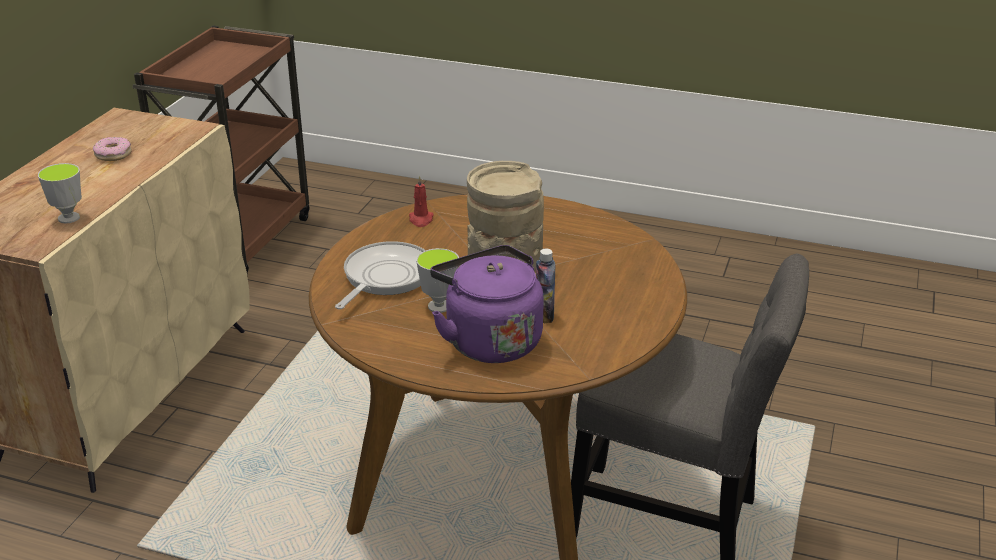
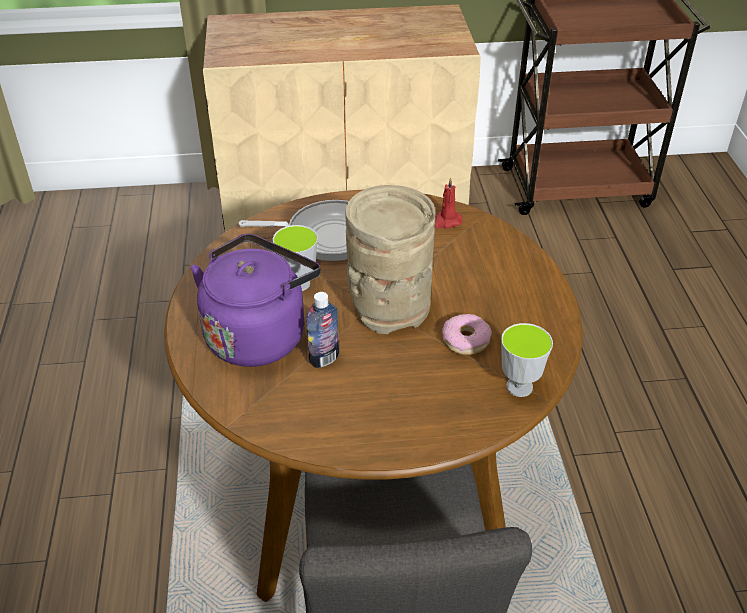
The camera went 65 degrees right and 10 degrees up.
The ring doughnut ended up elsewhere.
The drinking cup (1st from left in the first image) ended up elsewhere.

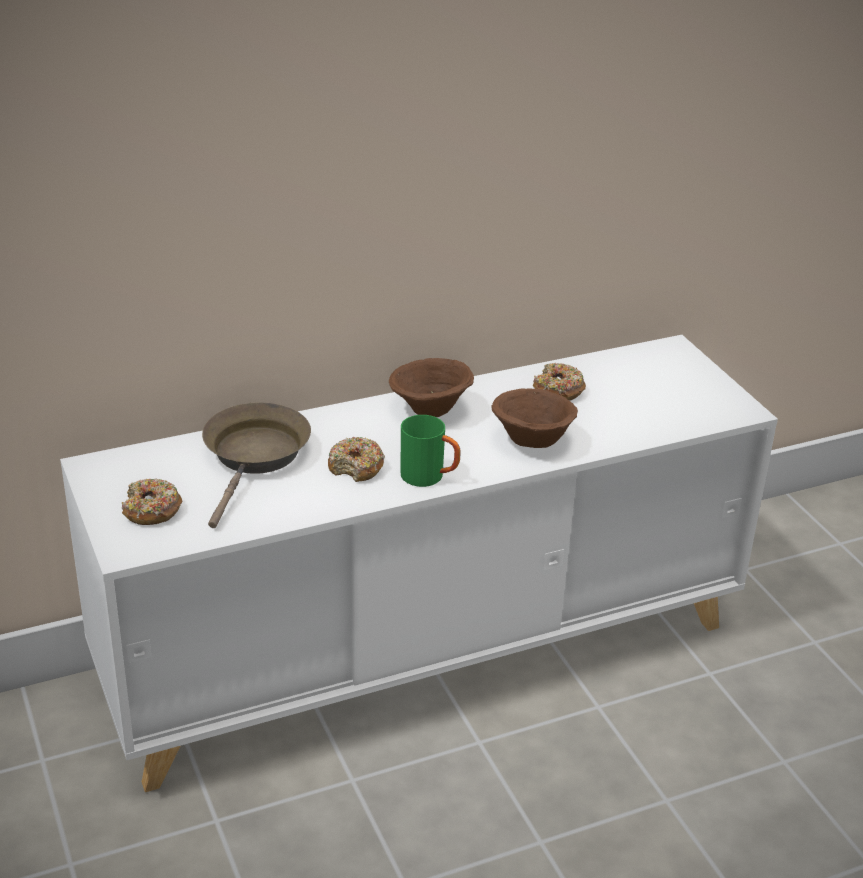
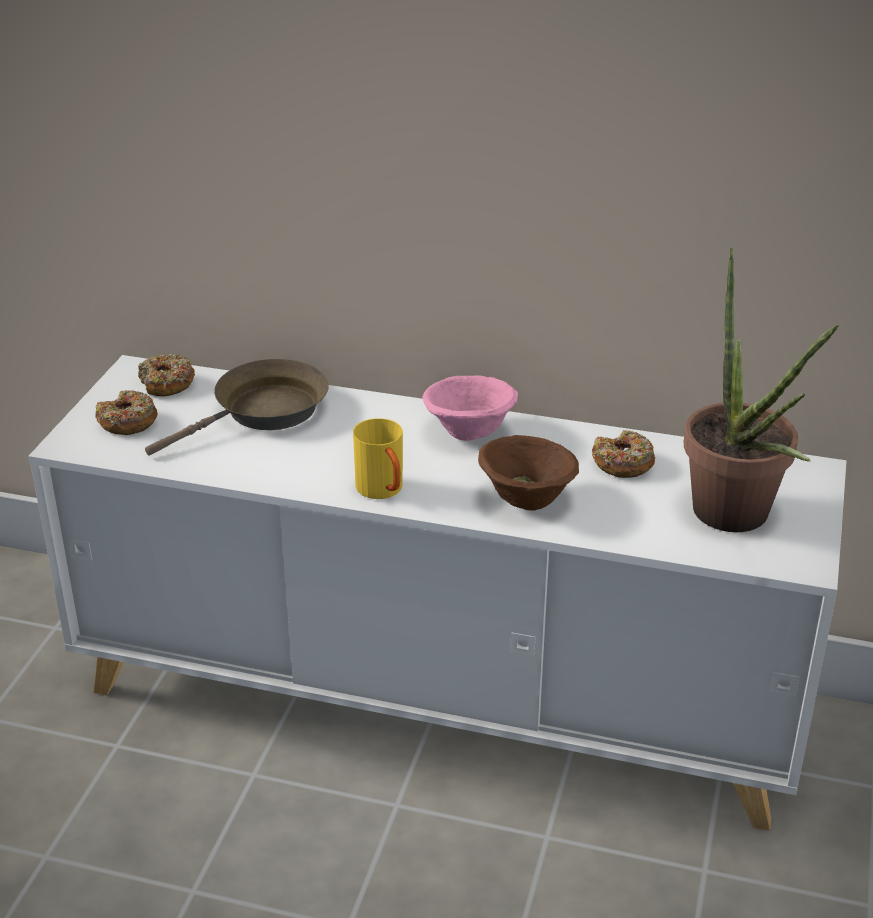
The camera went 40 degrees right and 0 degrees up.
What was the bowl (brown-coloured) (1st from left) turned into the bowl (pinkish).
What was the coffee mug (green) turned into the coffee mug (yellow-coloured).
The ring doughnut (2nd from left) ended up elsewhere.
The second view gained the plant in a pot.

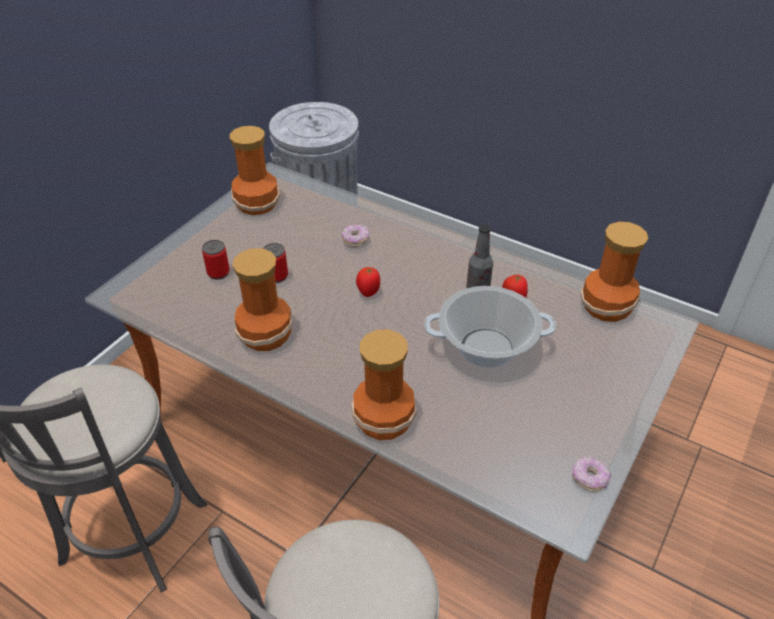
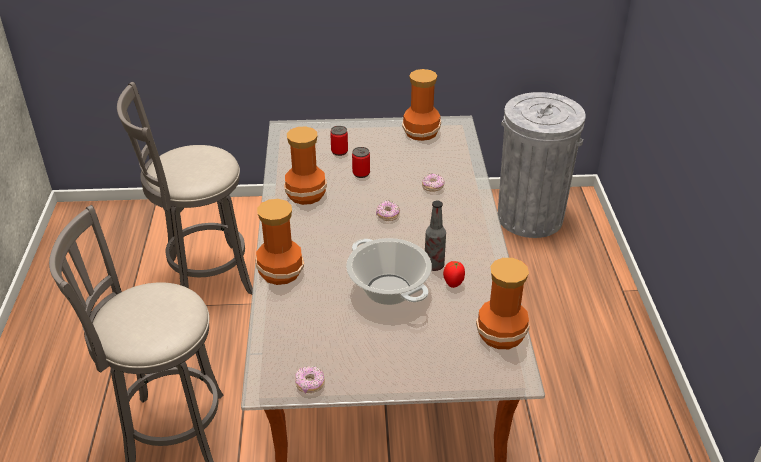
The camera went 55 degrees right and 5 degrees down.
Where the fresh tomato (1st from left) stood, the ring doughnut (2nd from left) came to stand.

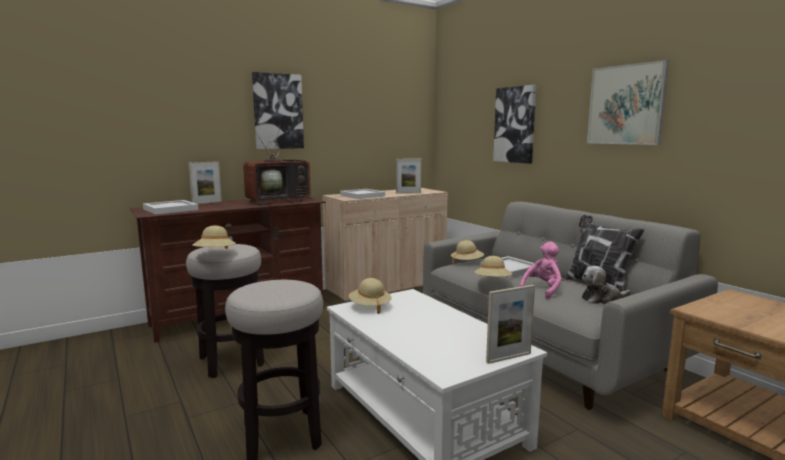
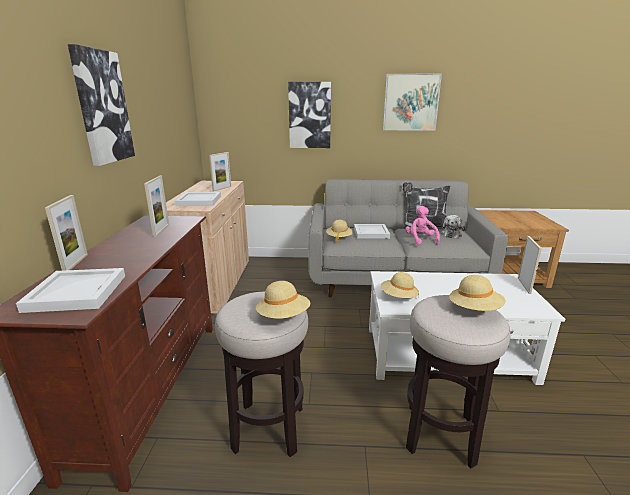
The camera went 55 degrees left and 10 degrees up.
Where the television stood, the photo frame (2nd from left) came to stand.
The hat (beige) (4th from left) ended up elsewhere.

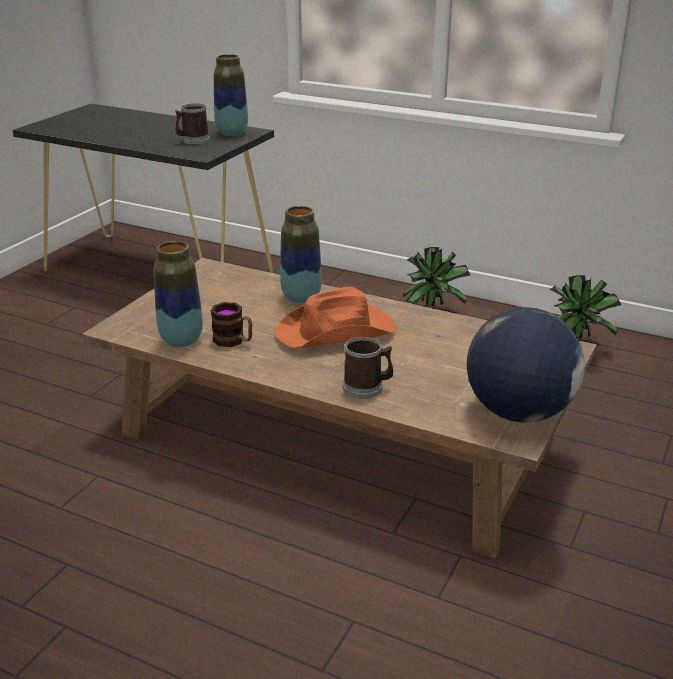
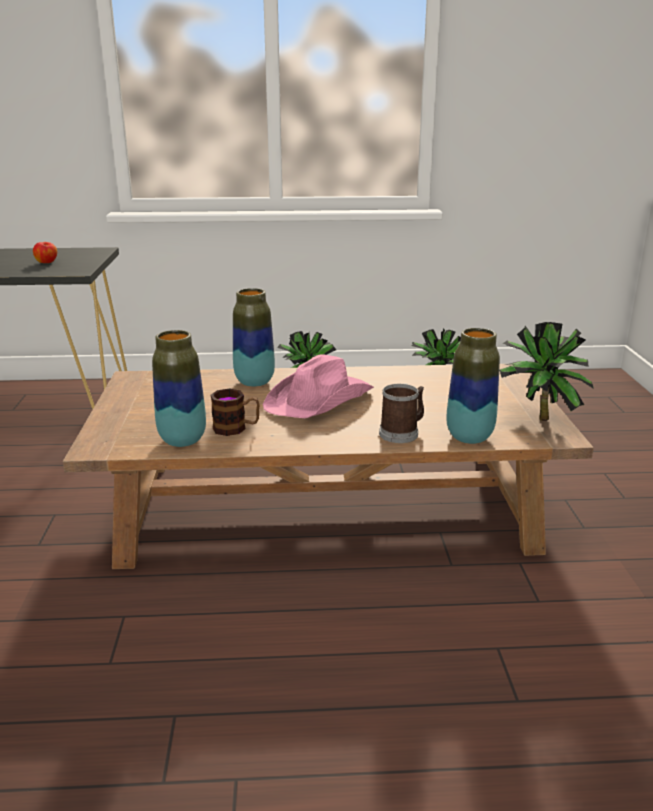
The camera went 30 degrees left and 5 degrees down.
The decorative vase (2nd from left in the first image) ended up elsewhere.
Where the coffee mug (1st from left) stood, the apple came to stand.
What was the hat (orangey) turned into the hat (pinkish).
Where the world globe stood, the plant in a pot (3rd from left) came to stand.

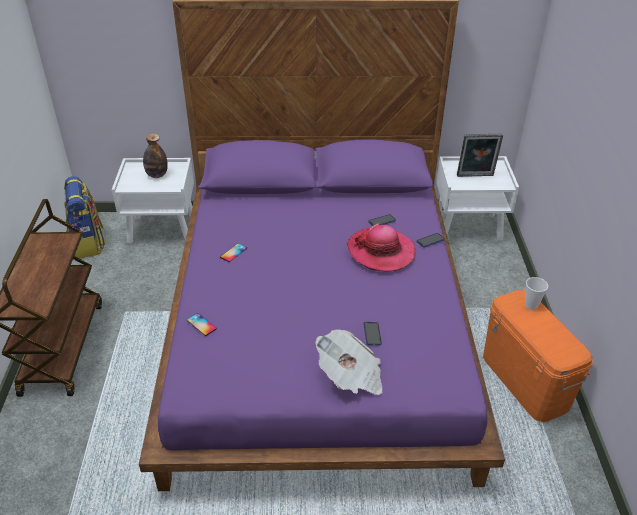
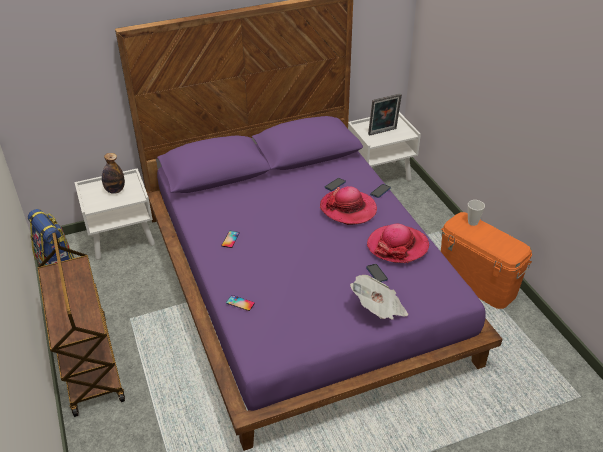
The camera went 20 degrees left and 0 degrees up.
The second view gained the hat (2nd from left).

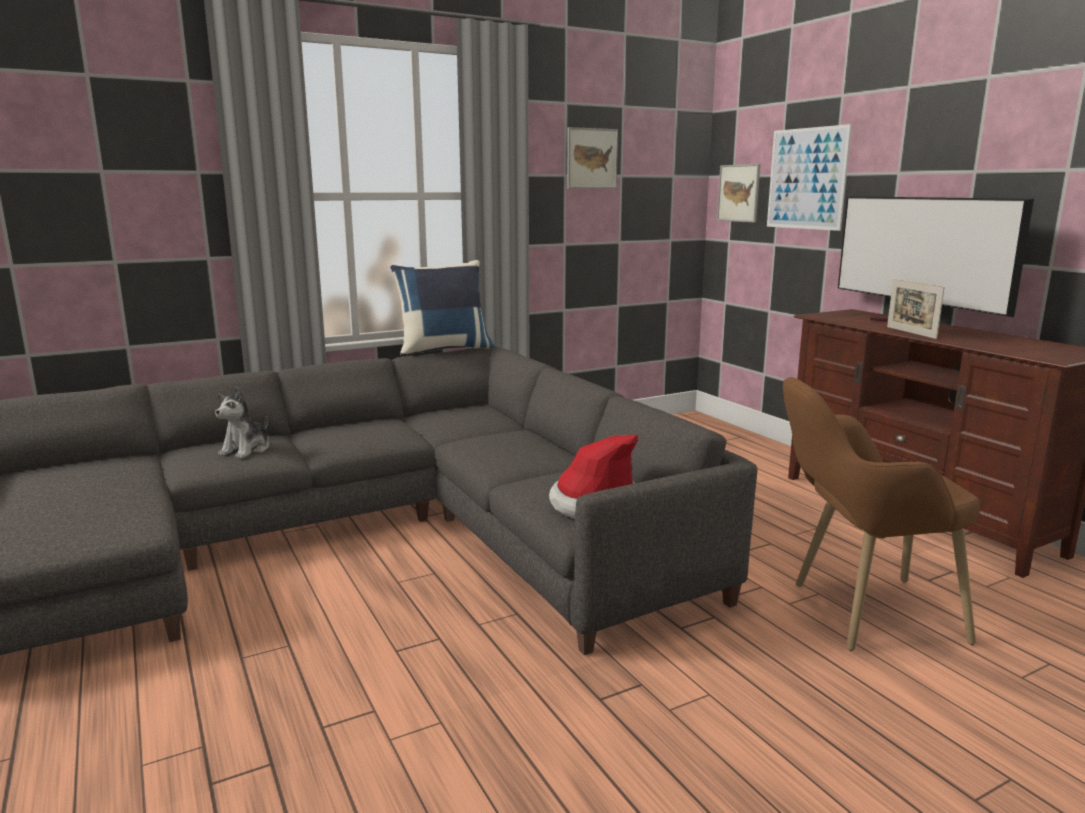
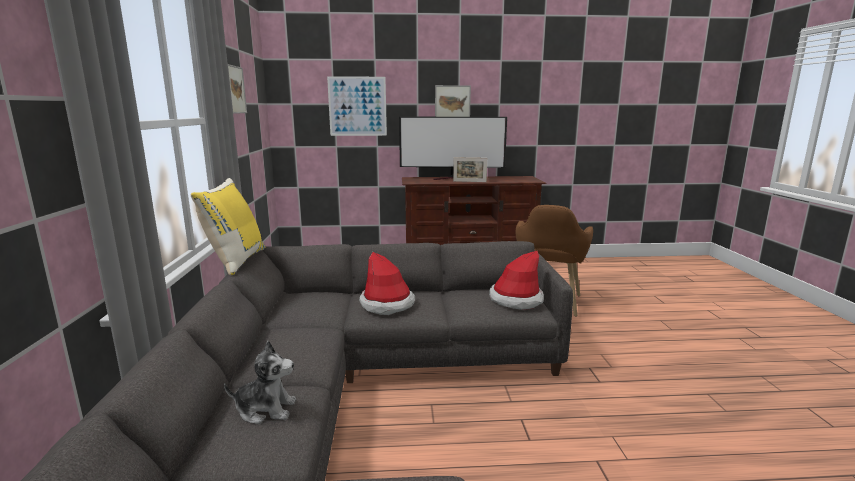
The camera went 65 degrees left and 0 degrees up.
The picture (2nd from left in the first image) ended up elsewhere.
What was the cushion (blue-coloured) turned into the cushion (yellow-coloured).
The plush toy ended up facing another way, 45 degrees counterclockwise from before.
The second view gained the hat (1st from left).

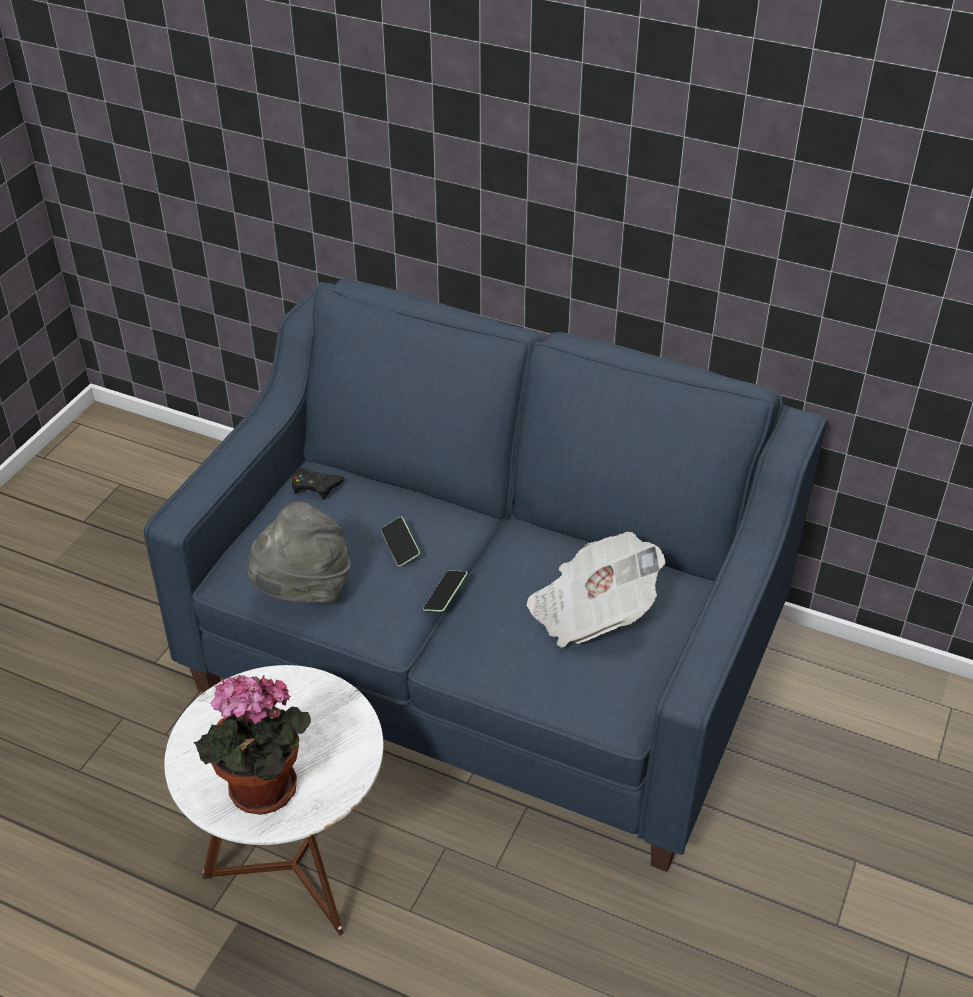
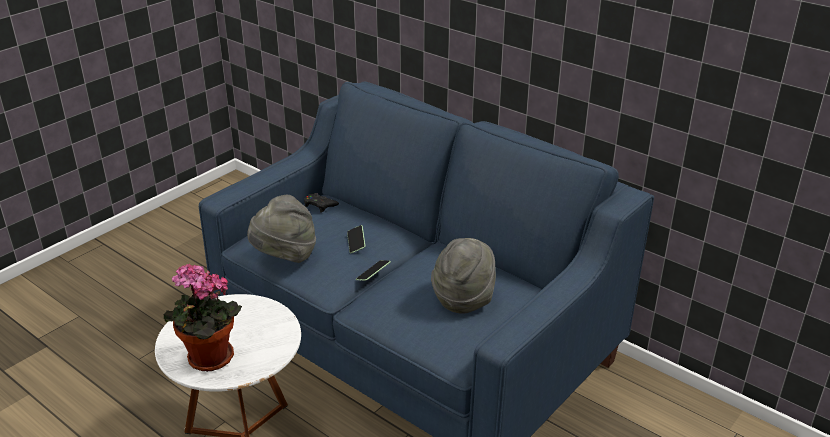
The camera went 15 degrees right and 10 degrees down.
Where the printed paper stood, the hat (gray) (2nd from left) came to stand.

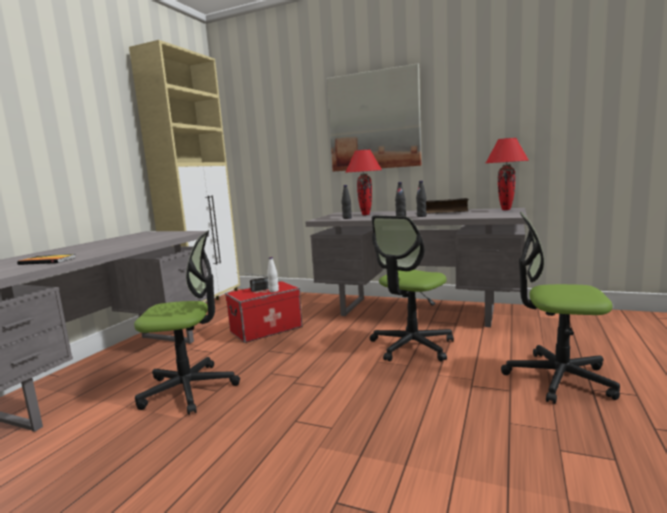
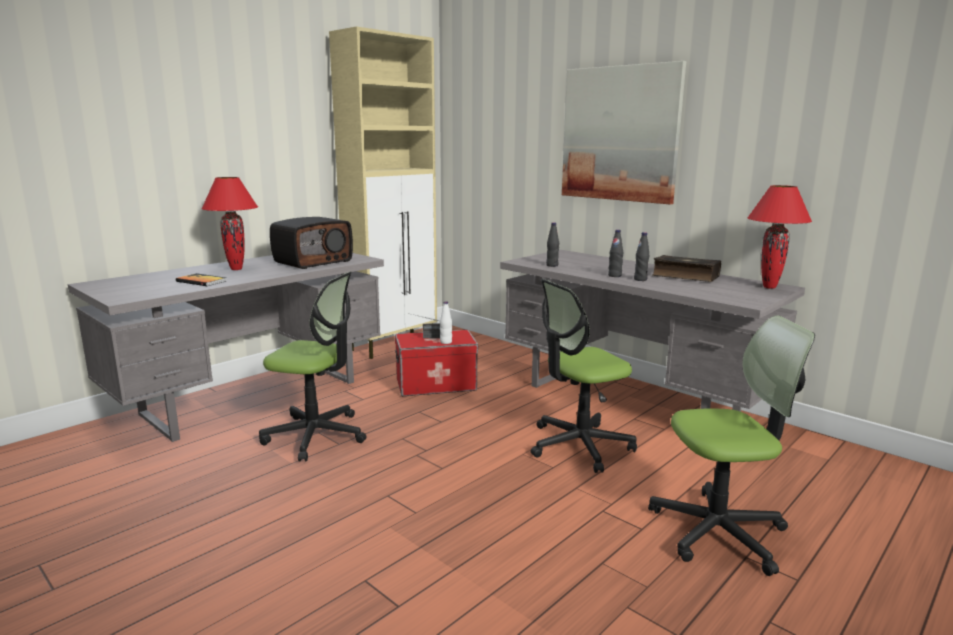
The camera went 20 degrees right and 5 degrees up.
The tabletop lamp (red-coloured) (1st from left) ended up elsewhere.
The desk chair (3rd from left) ended up facing another way, 135 degrees clockwise from before.
The second view gained the radio receiver (1st from left).

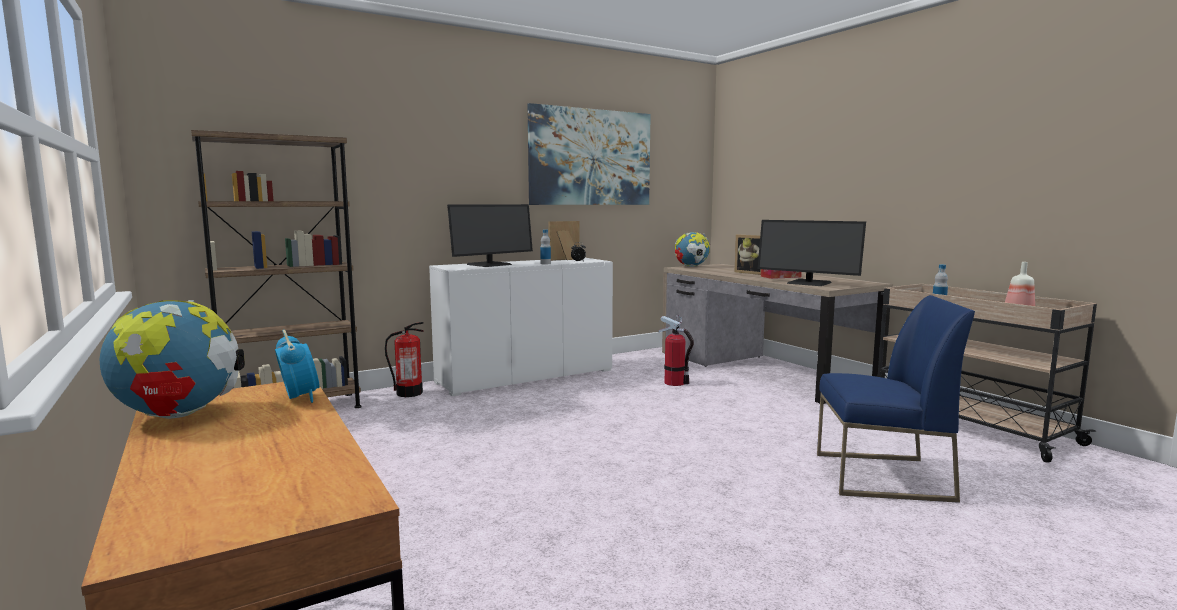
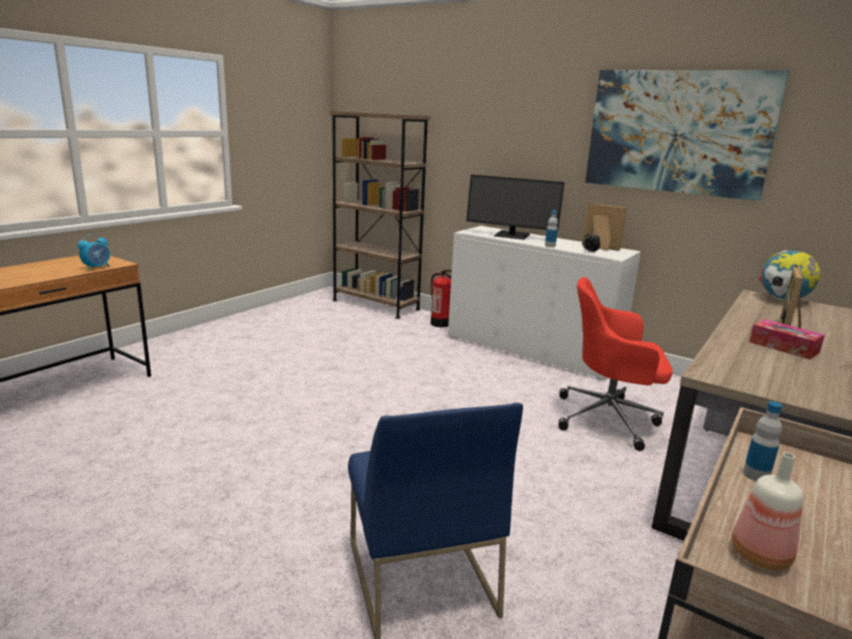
The camera went 65 degrees right and 10 degrees up.
The second view lost the monitor (2nd from left).
The second view lost the world globe (1st from left).
Where the extinguisher (2nd from left) stood, the desk chair (red-coloured) came to stand.

